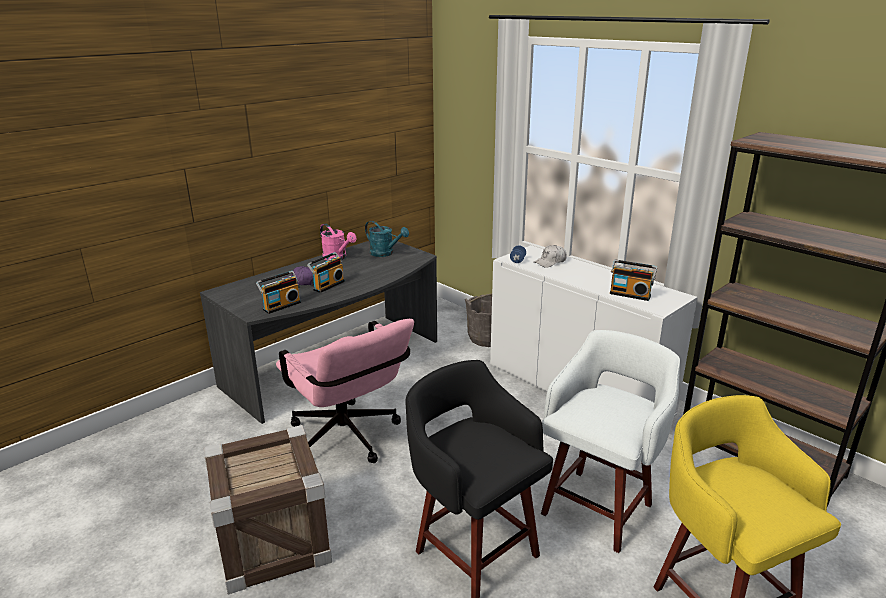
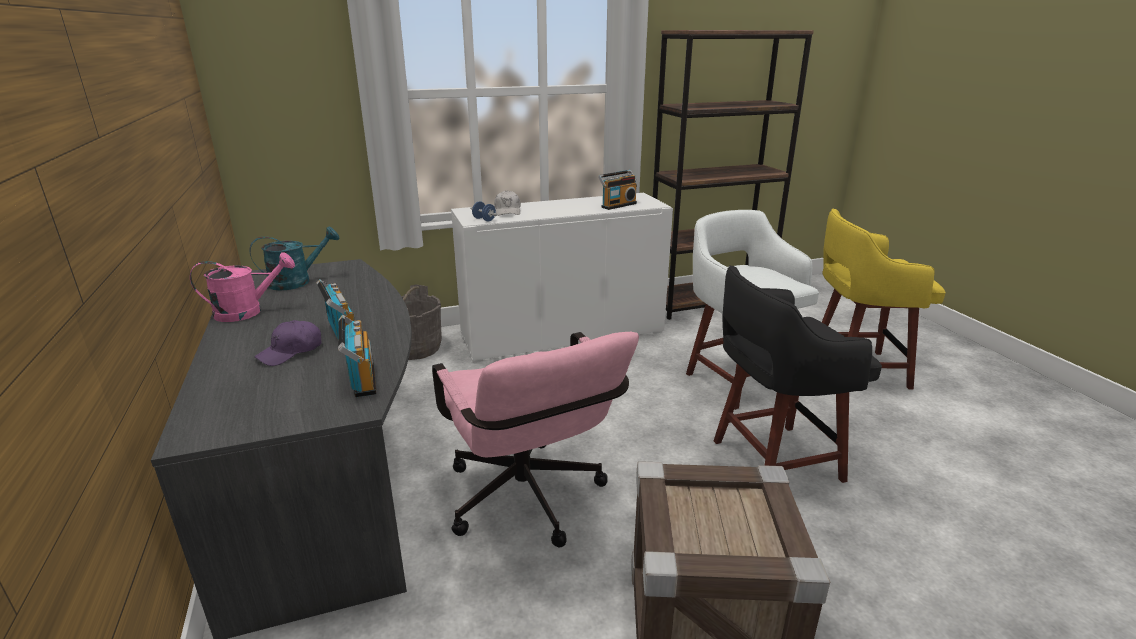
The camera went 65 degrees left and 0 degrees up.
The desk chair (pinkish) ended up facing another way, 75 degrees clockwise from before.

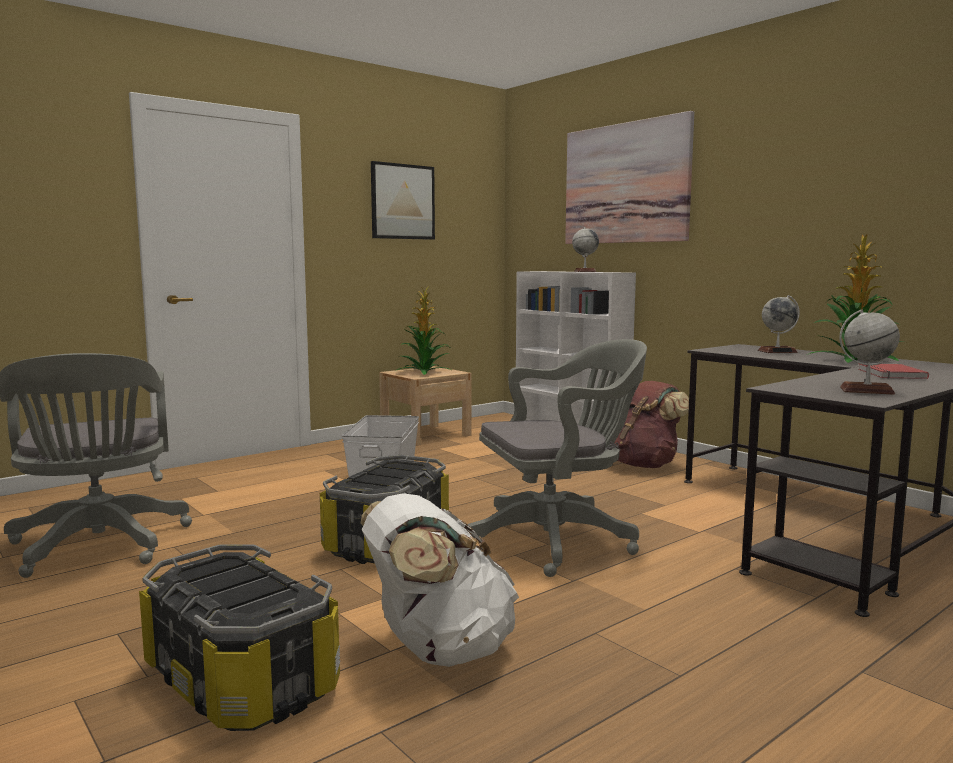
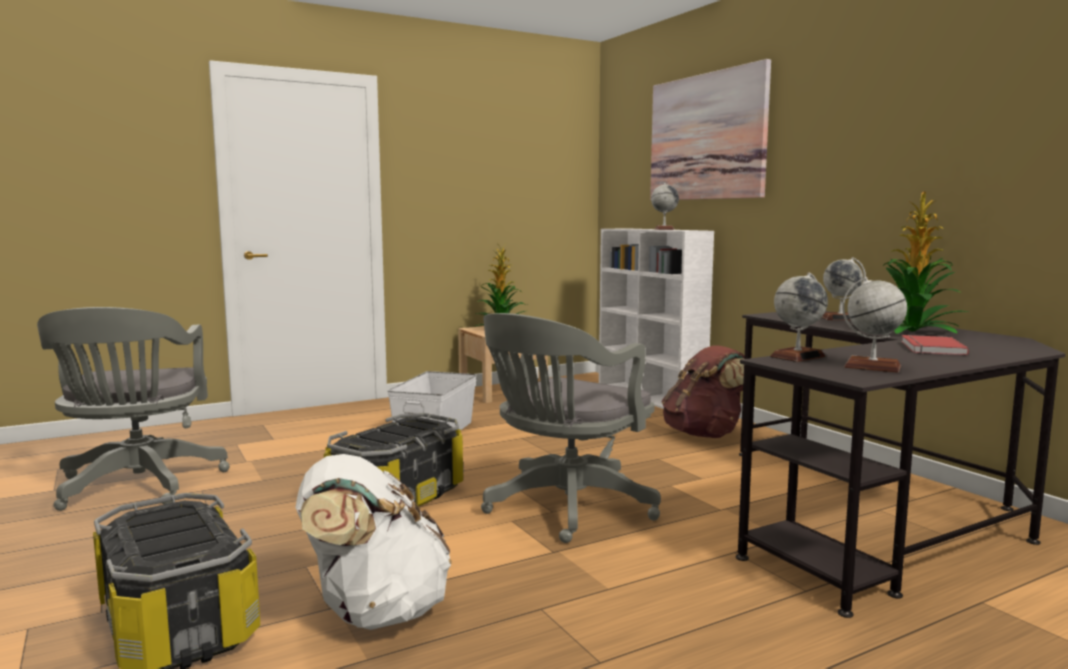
The camera went 10 degrees right and 0 degrees up.
The second view lost the picture (1st from left).
The desk chair (gray) (2nd from left) ended up facing another way, 135 degrees clockwise from before.
The second view gained the world globe (2nd from left).

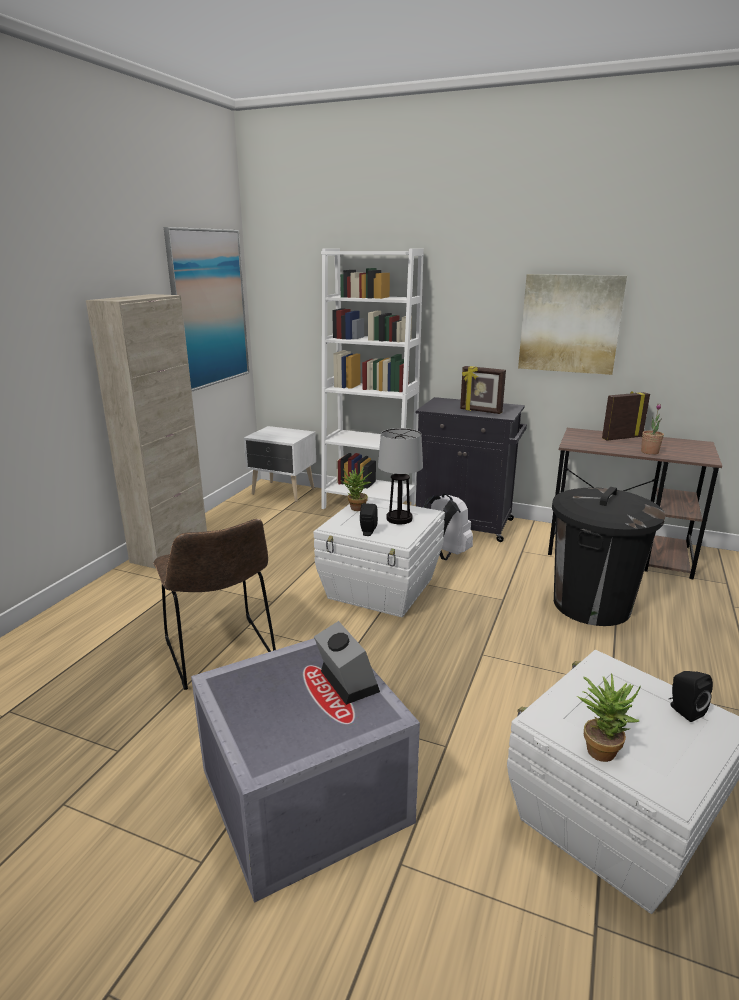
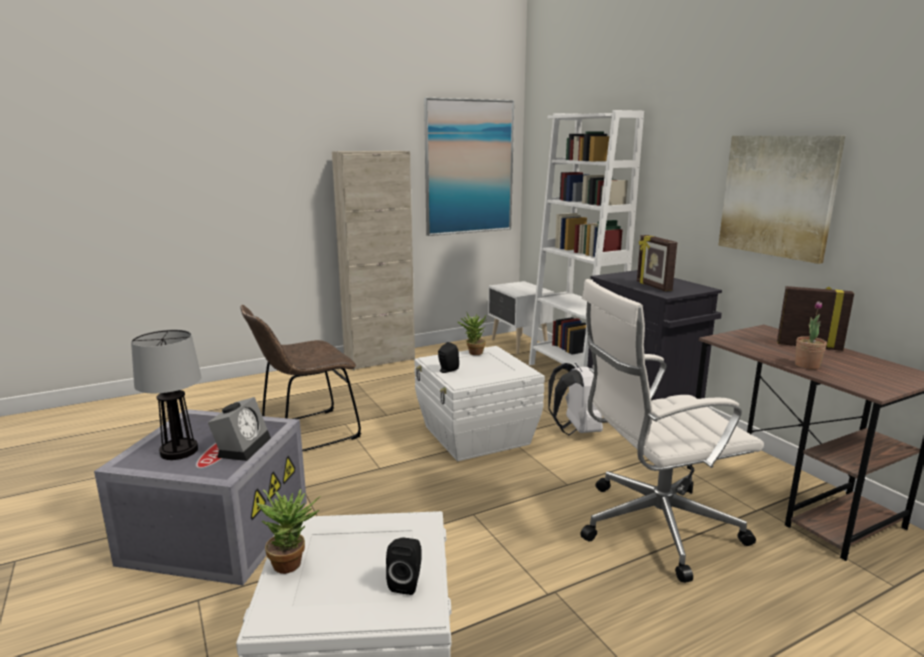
The camera went 40 degrees right and 5 degrees down.
The tabletop lamp ended up elsewhere.
Where the waste bin (blackish) stood, the desk chair (whitish) came to stand.
The upright chair (brown-coloured) ended up facing another way, 45 degrees clockwise from before.

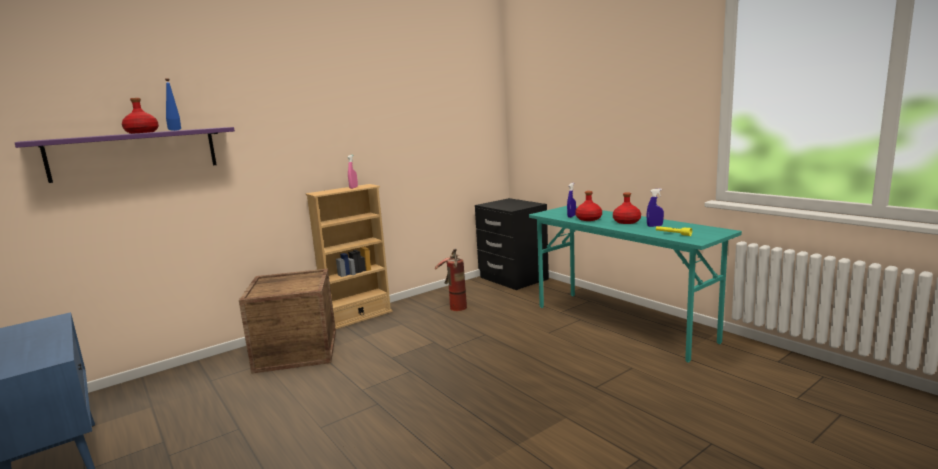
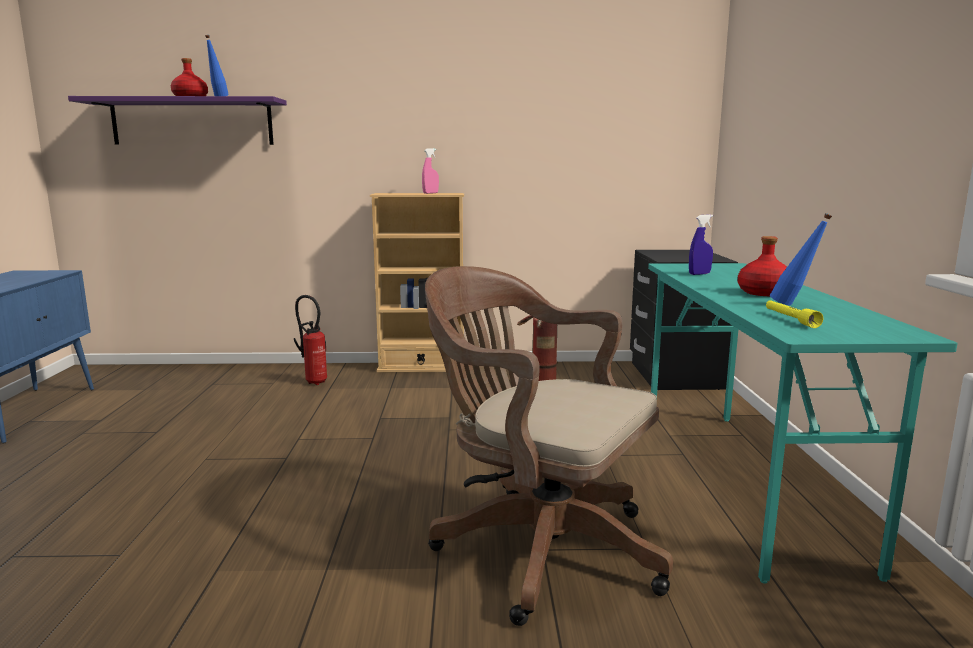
The camera went 35 degrees right and 0 degrees up.
Where the sprayer (blue-coloured) (2nd from left) stood, the beverage bottle (blue-coloured) (2nd from left) came to stand.
The second view lost the beverage bottle (red-coloured) (2nd from left).
Where the shipping crate stood, the extinguisher (1st from left) came to stand.
The second view gained the desk chair (brown-coloured).

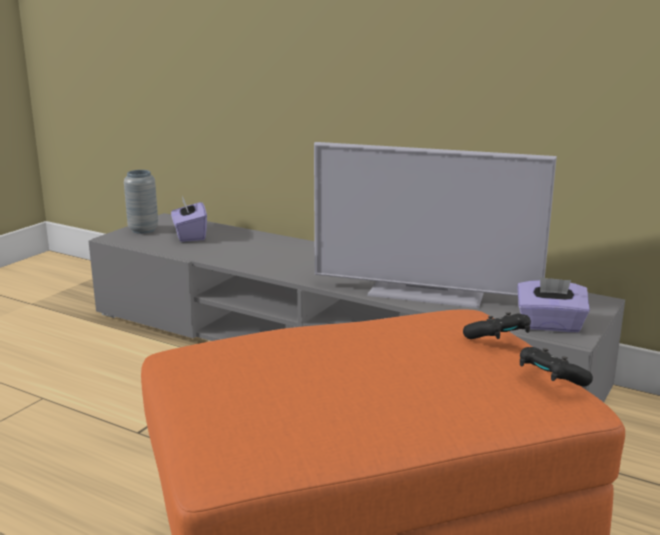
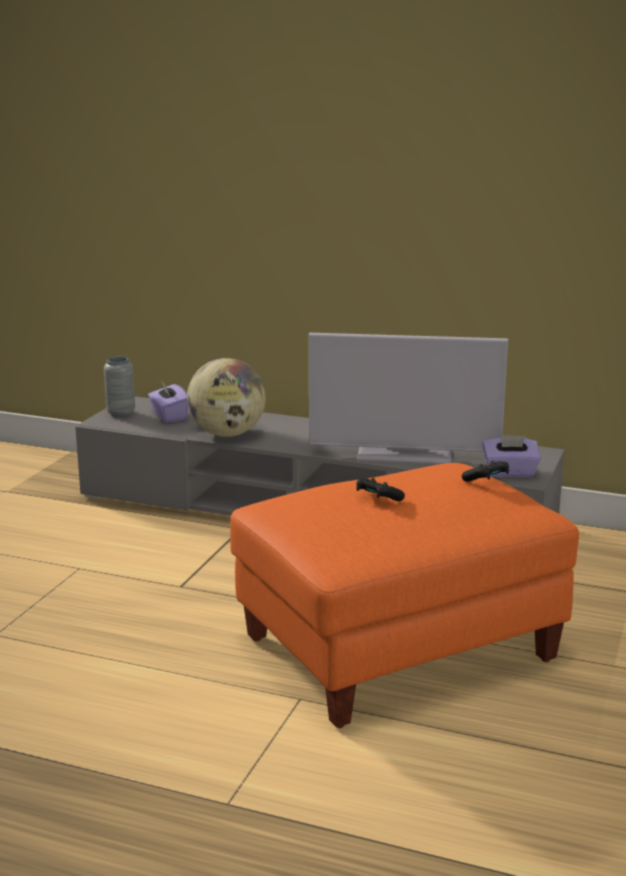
The camera went 10 degrees left and 0 degrees up.
The joypad (blackish) (2nd from left in the first image) ended up elsewhere.
The second view gained the world globe.

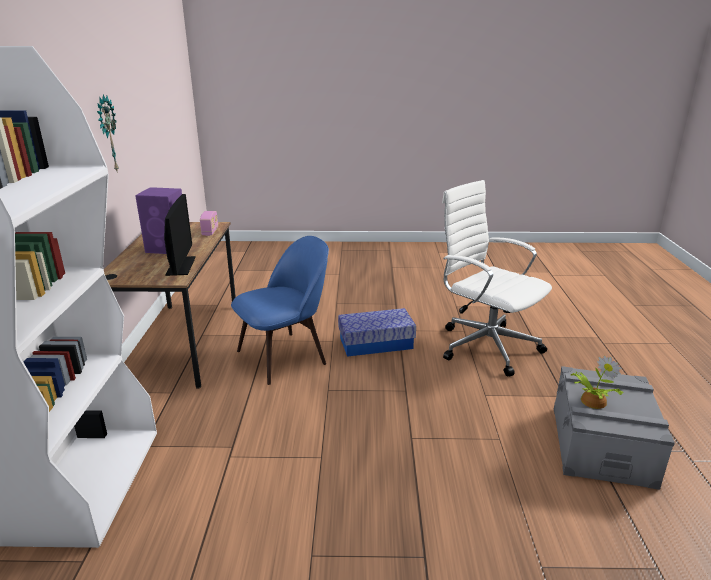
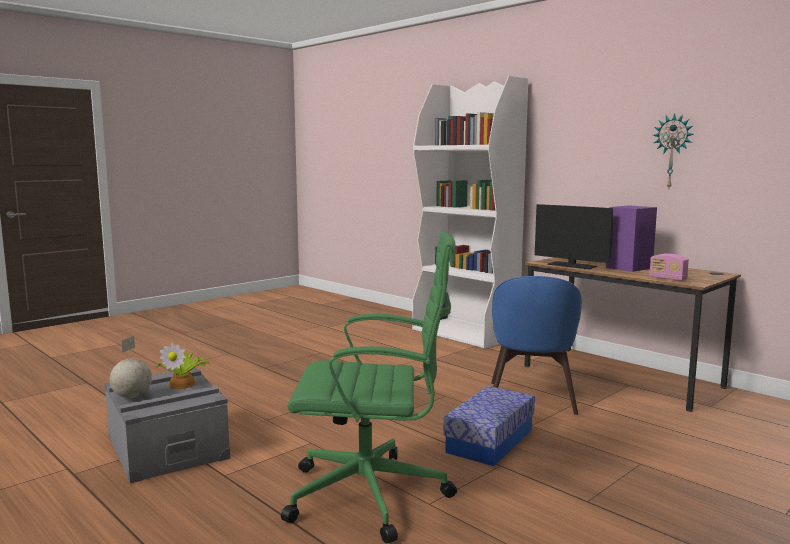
The camera went 135 degrees right and 15 degrees down.
What was the desk chair (whitish) turned into the desk chair (green).
The second view gained the world globe.

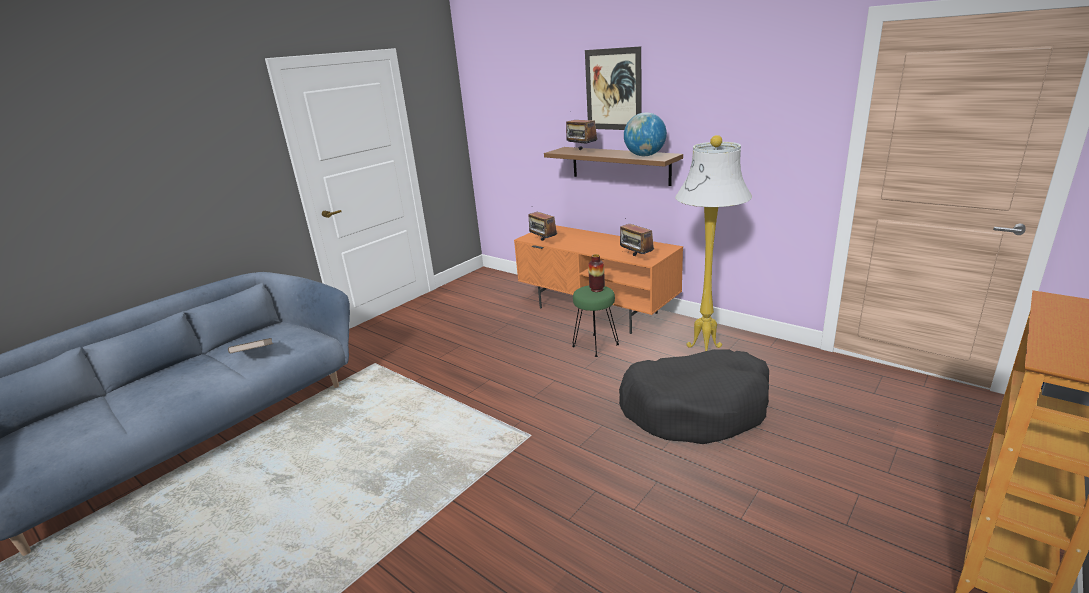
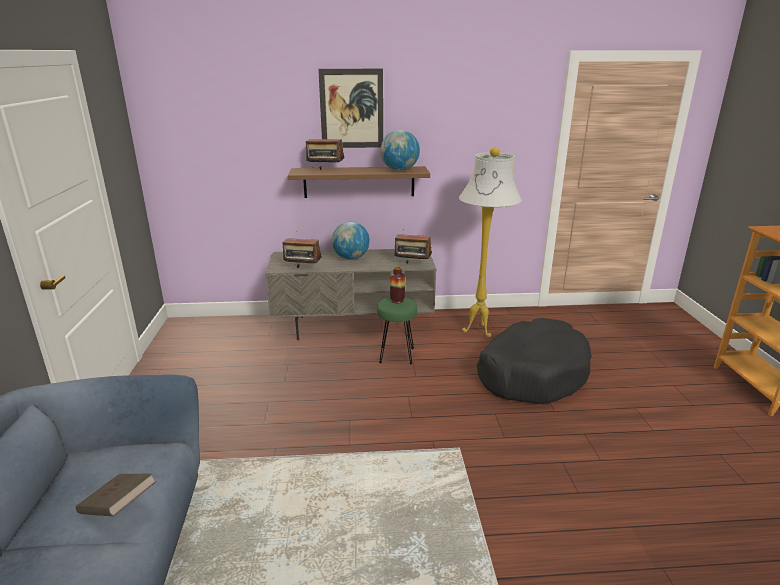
The camera went 45 degrees left and 0 degrees up.
What was the tv unit (orangey) turned into the tv unit (gray).
The second view gained the world globe (1st from left).

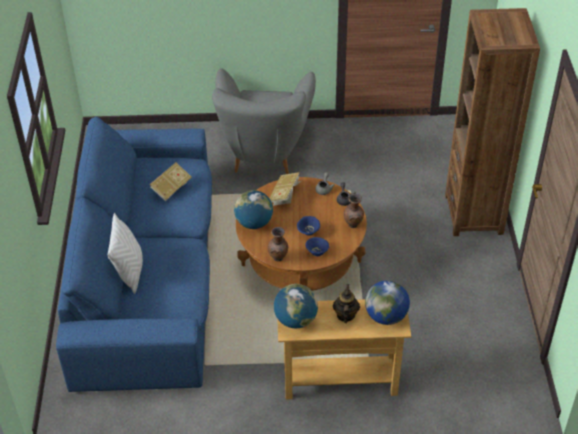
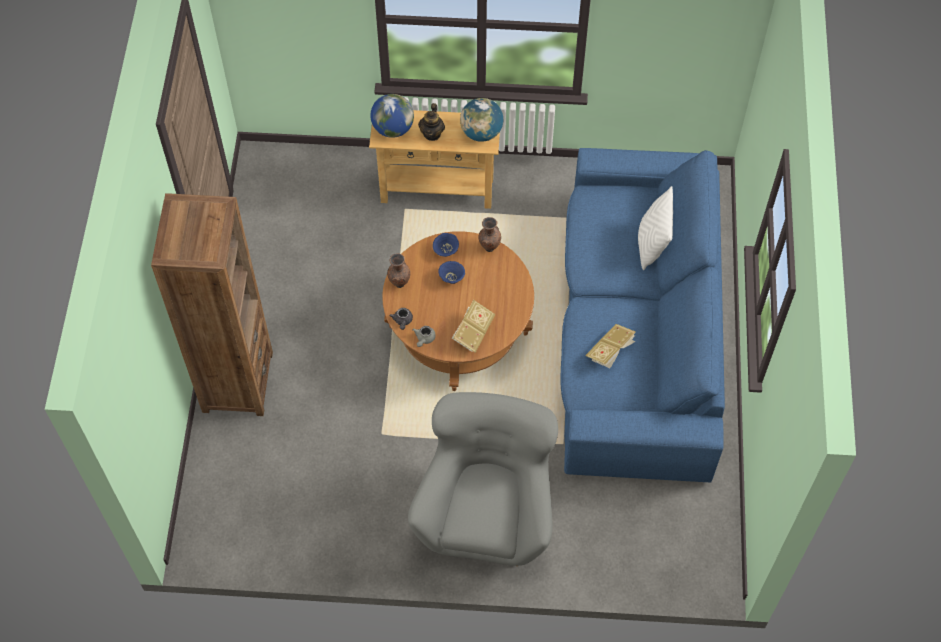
The camera went 175 degrees left and 15 degrees up.
The second view lost the world globe (1st from left).

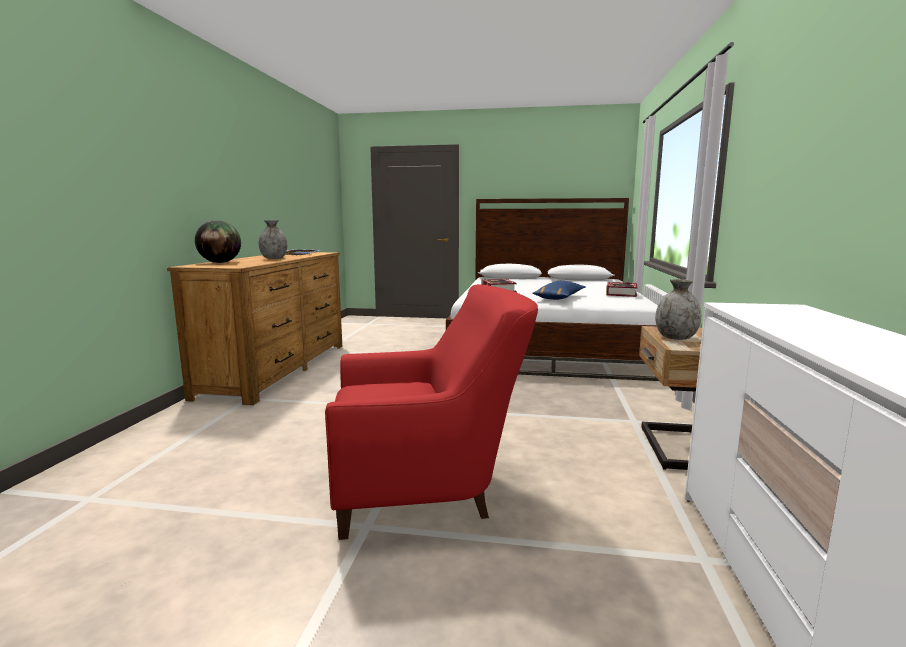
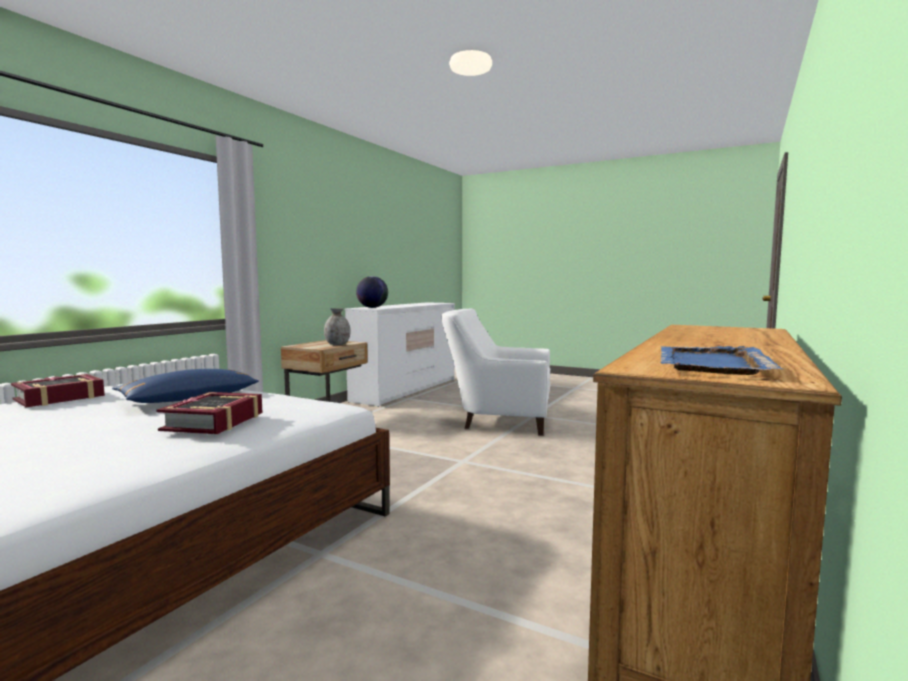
The camera went 160 degrees left and 5 degrees down.
The world globe ended up elsewhere.
The second view lost the decorative vase (gray) (1st from left).
What was the lounge chair (red-coloured) turned into the lounge chair (whitish).

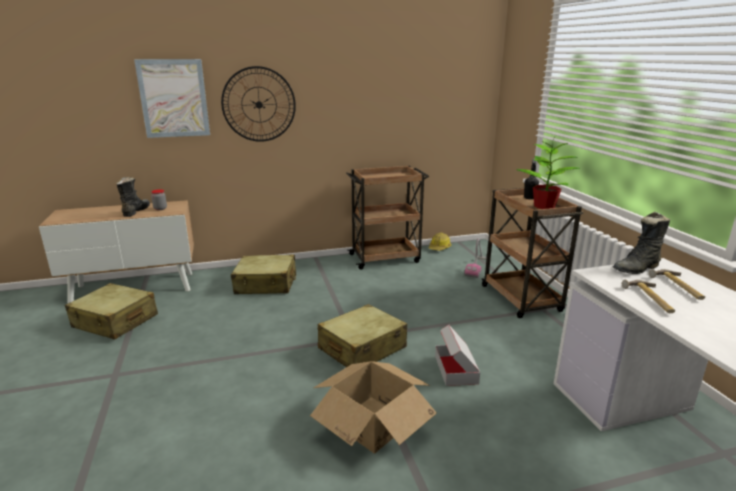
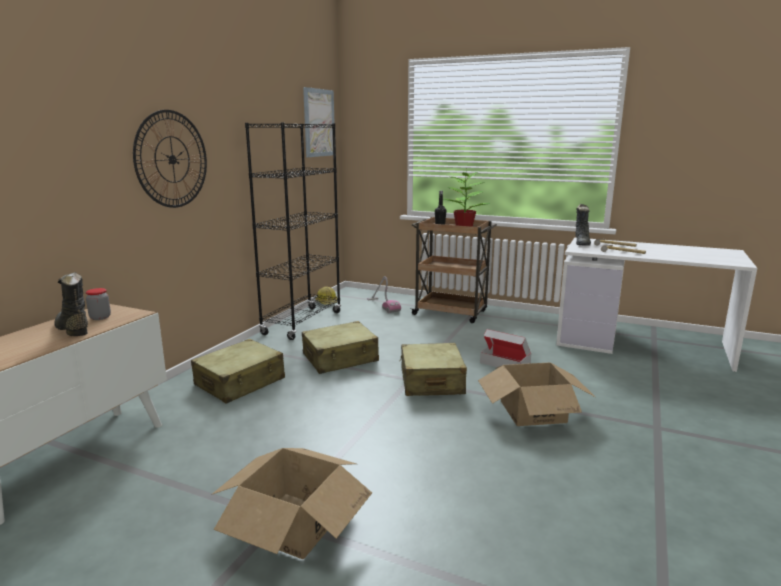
The camera went 50 degrees left and 5 degrees down.
The picture ended up elsewhere.
Where the trolley (brown-coloured) (1st from left) stood, the bookshelf (blackish) came to stand.
The travel case (beige) (1st from left in the first image) ended up elsewhere.
The second view gained the carton (1st from left).

